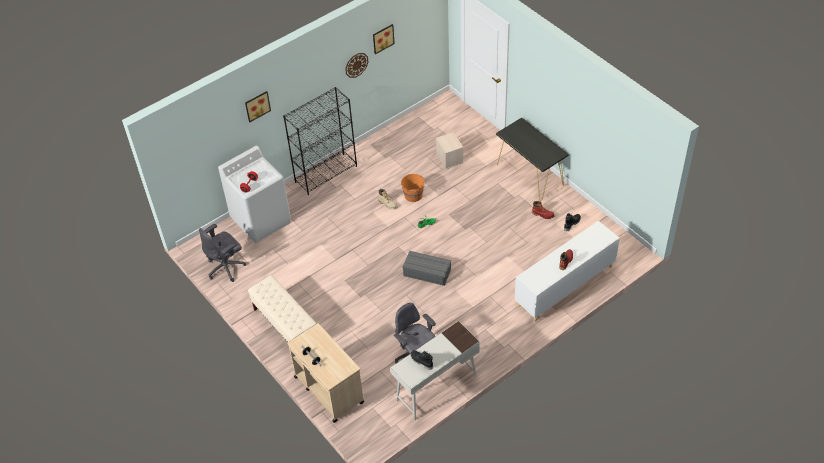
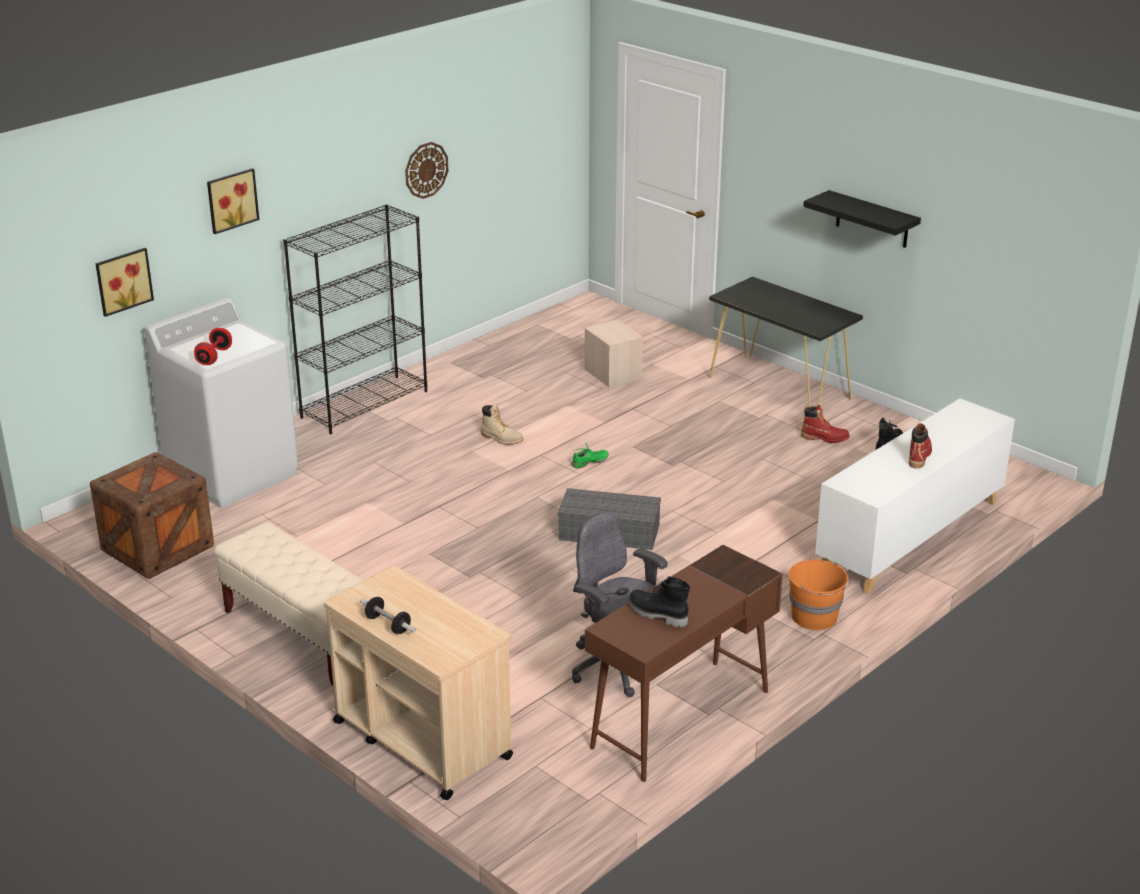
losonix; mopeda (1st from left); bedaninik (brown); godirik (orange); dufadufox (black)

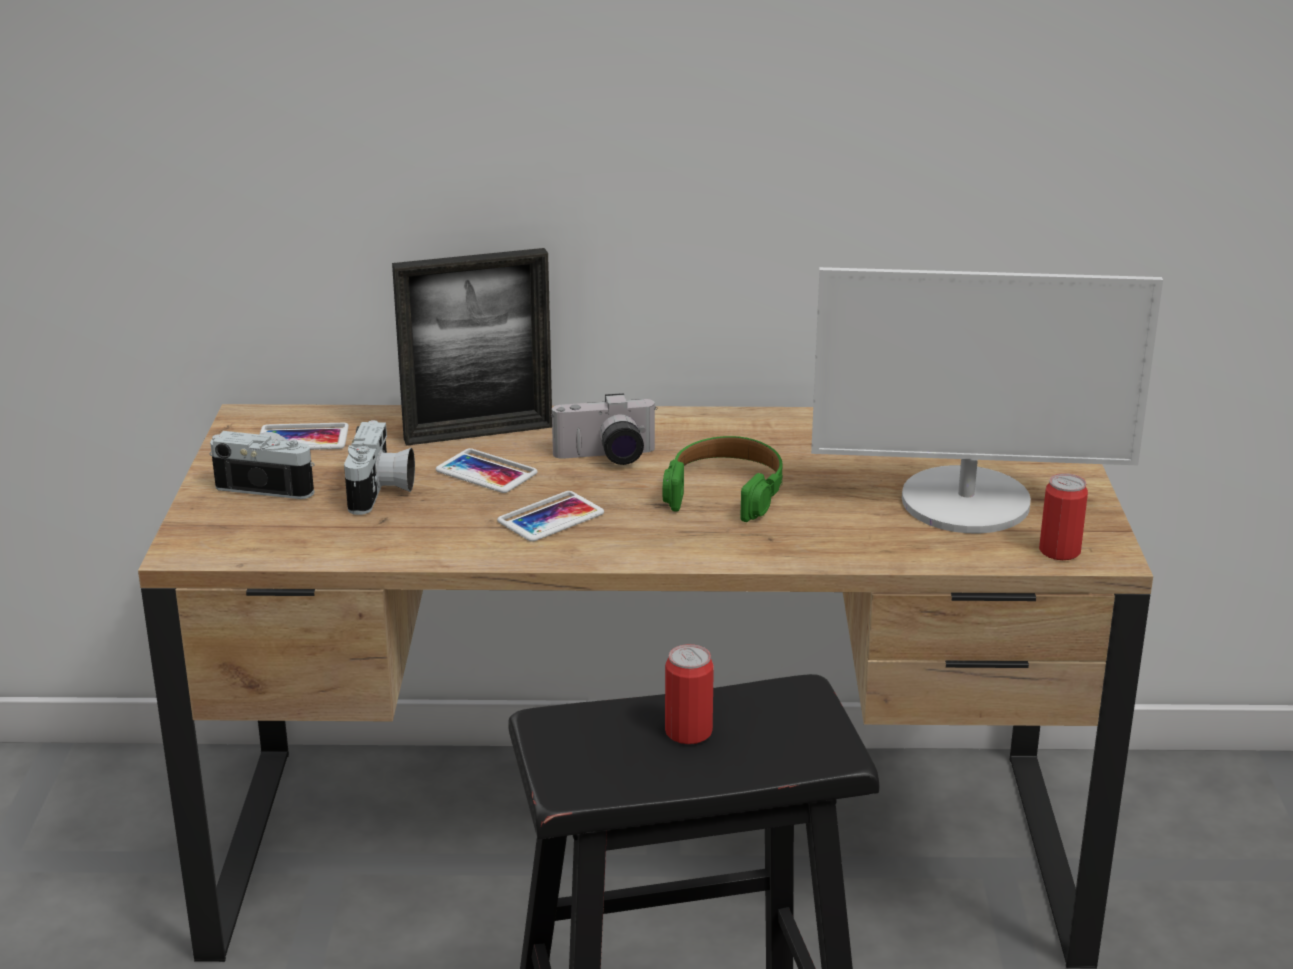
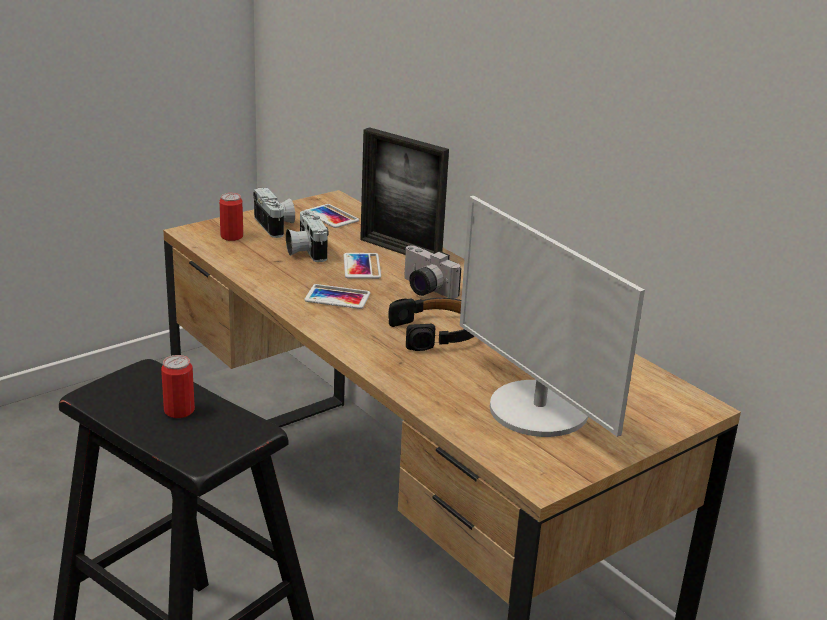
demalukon (2nd from left); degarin (2nd from left); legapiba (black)

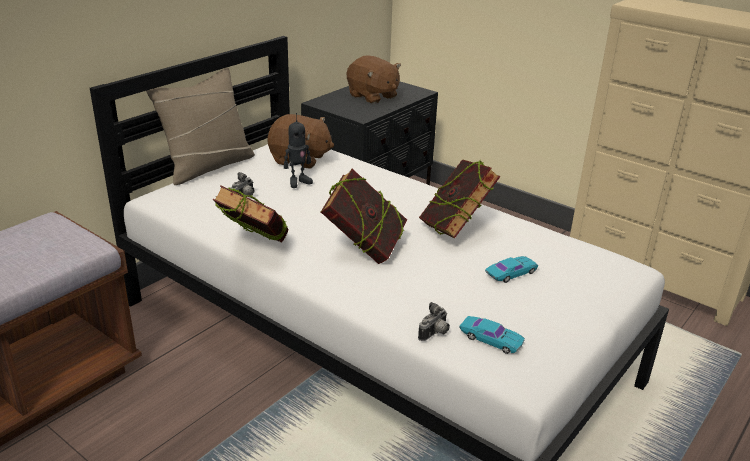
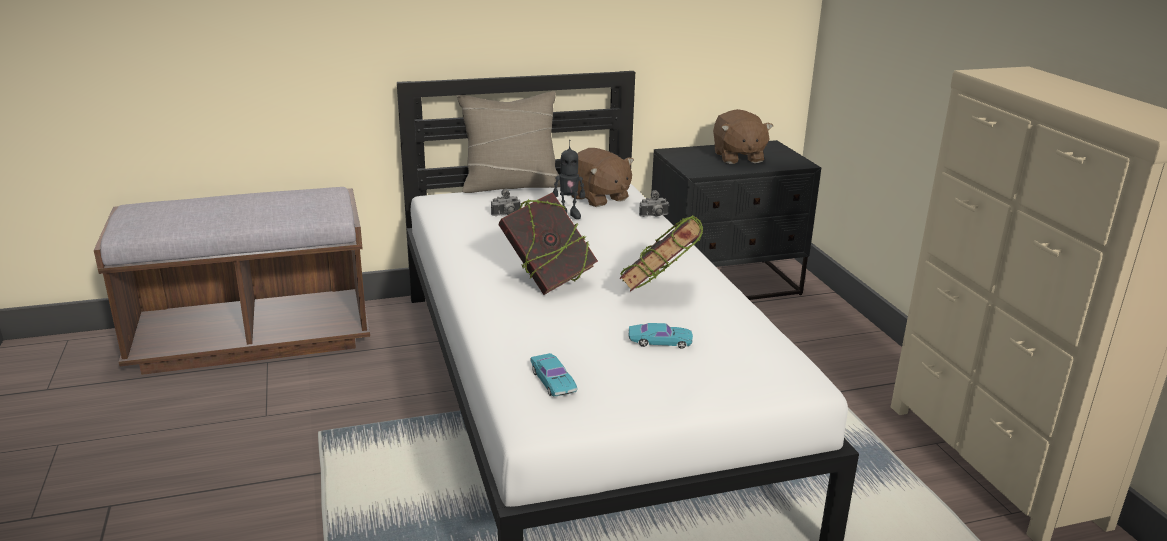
degarin (2nd from left); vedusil (1st from left in the first image)

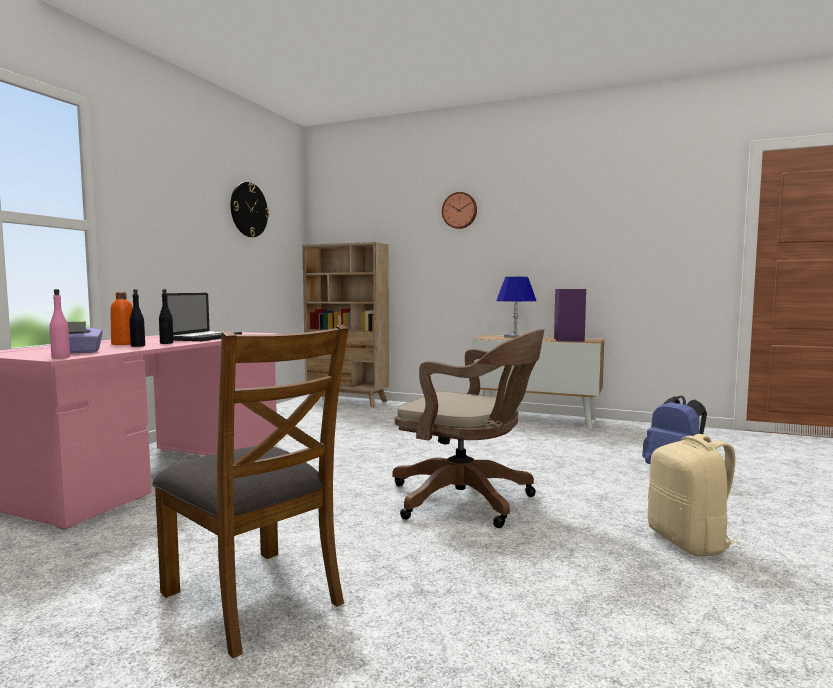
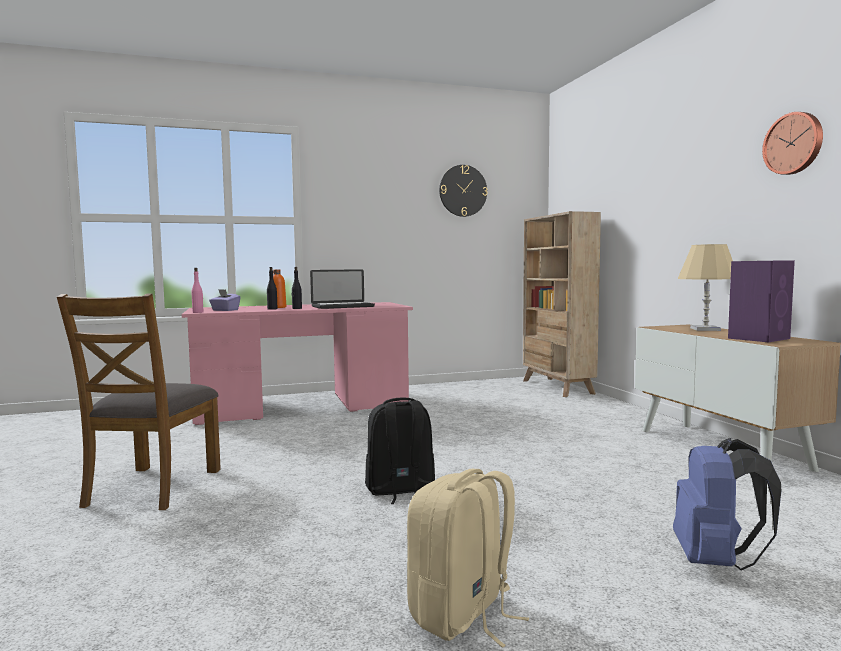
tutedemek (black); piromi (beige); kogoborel (2nd from left)

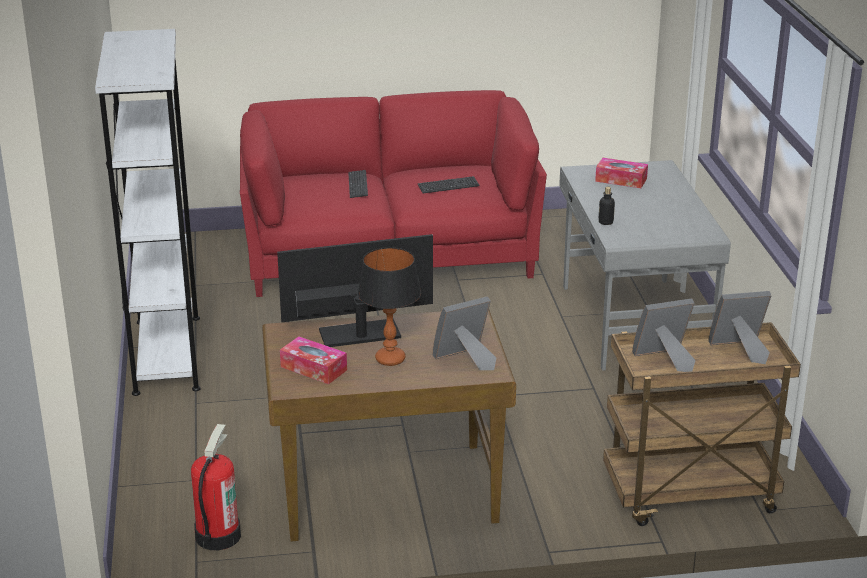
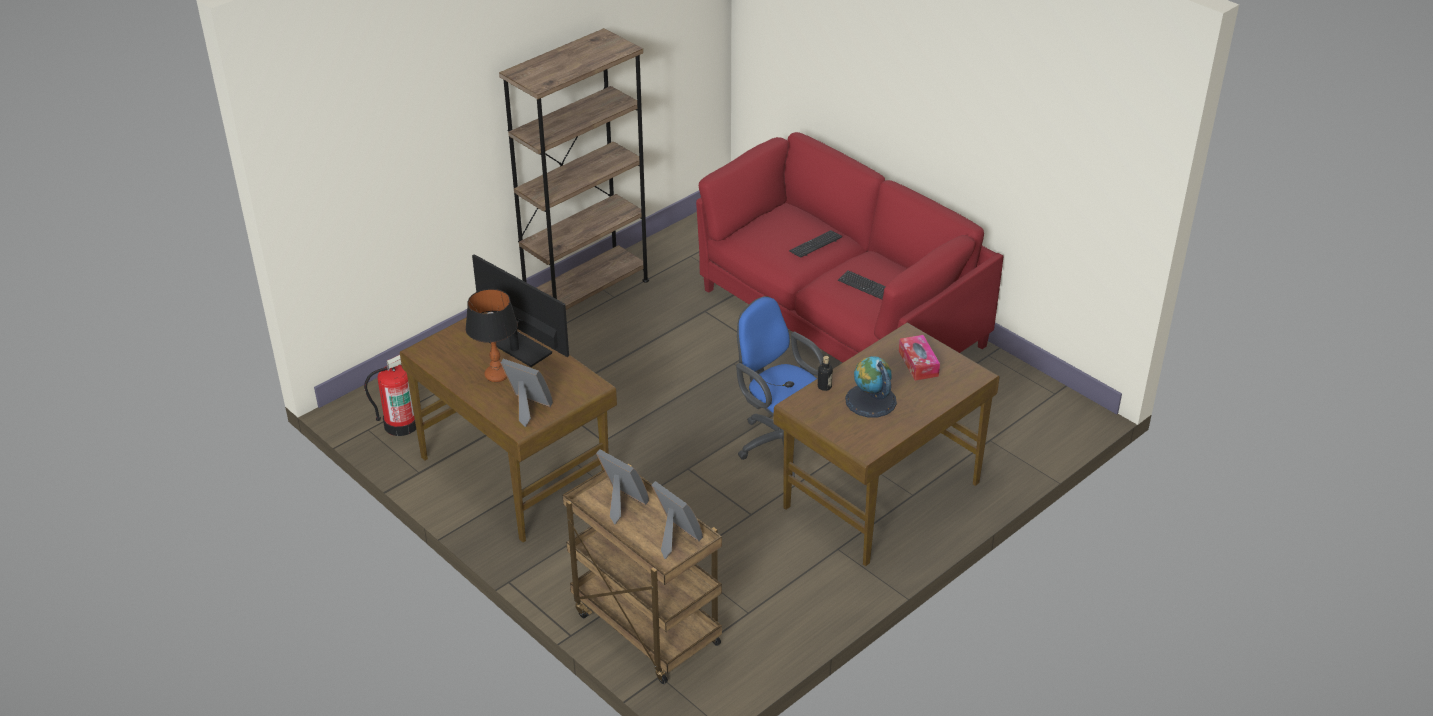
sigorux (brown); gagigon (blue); bedaninik (brown) (2nd from left); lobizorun; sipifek (1st from left in the first image)

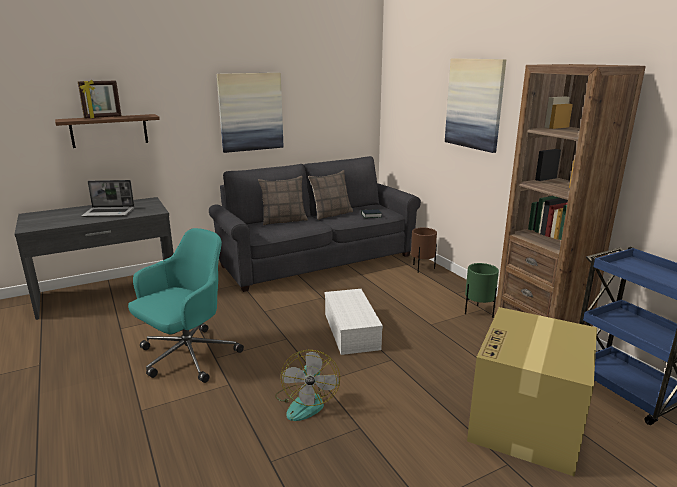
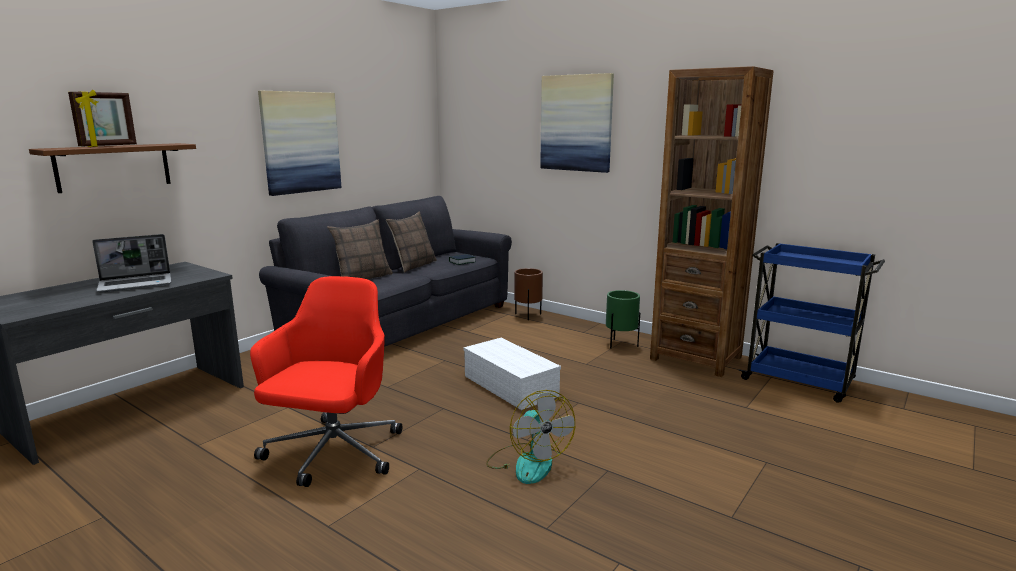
gagigon (red); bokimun

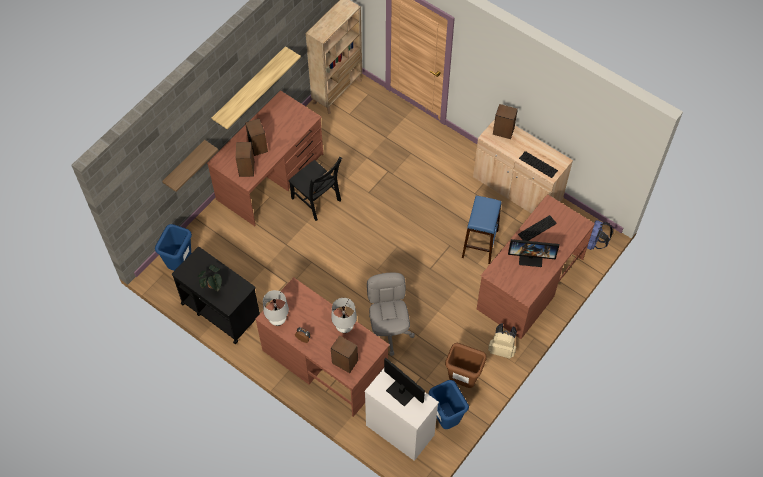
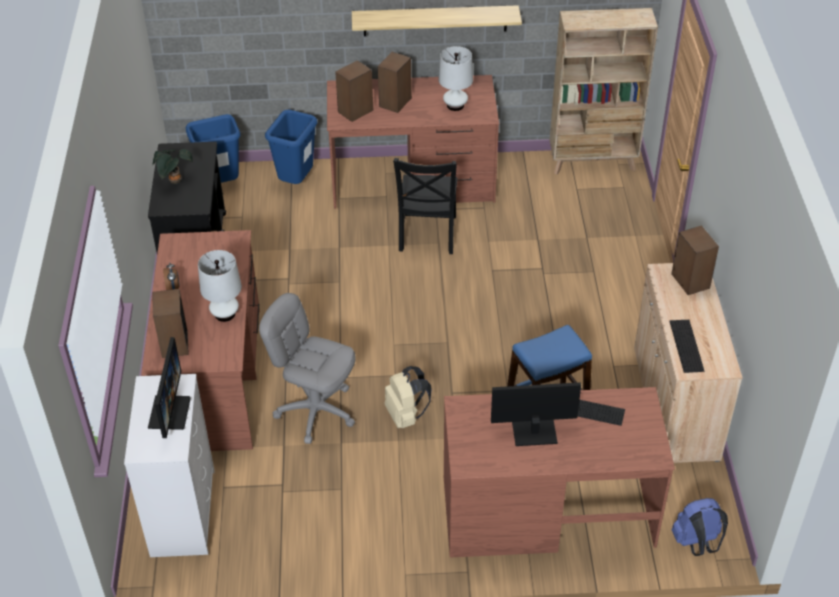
gagigon (grey); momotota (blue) (2nd from left); tutedemek (beige); piromi (white) (2nd from left); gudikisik (2nd from left); dufadufox (1st from left in the first image); momotota (brown)

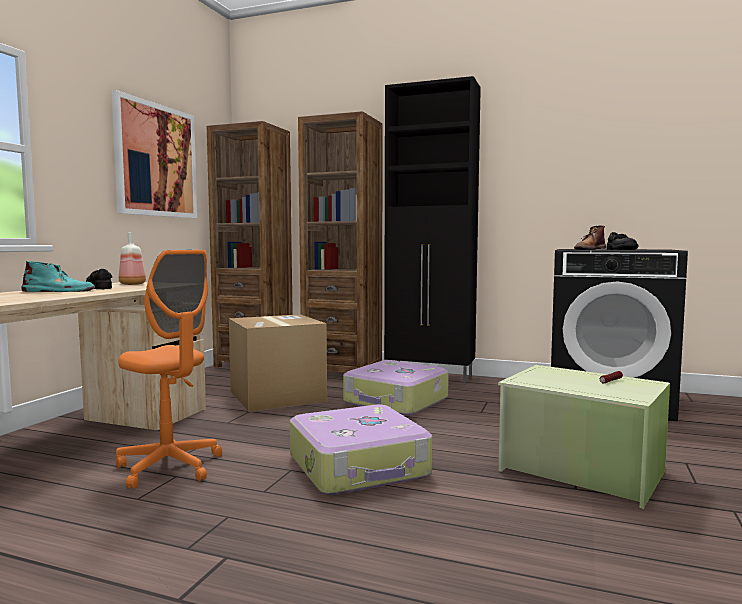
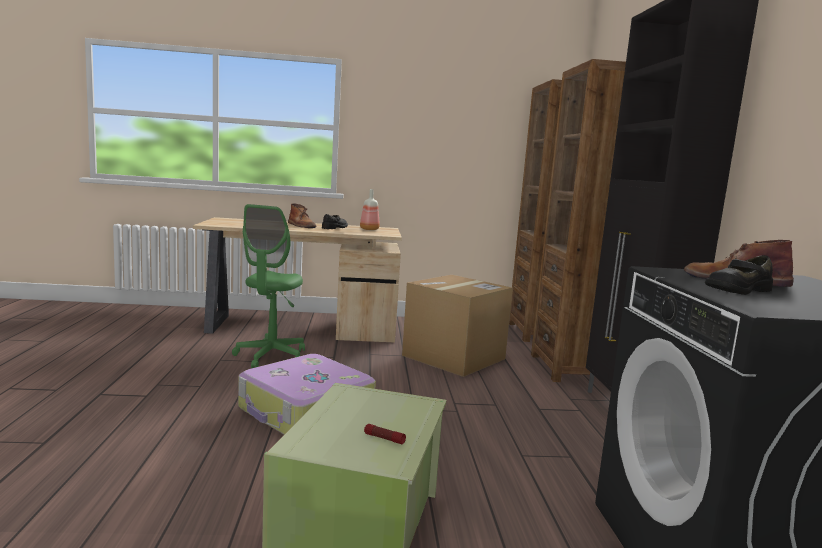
gagigon (green); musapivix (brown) (1st from left); mopeda; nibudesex (2nd from left in the first image)

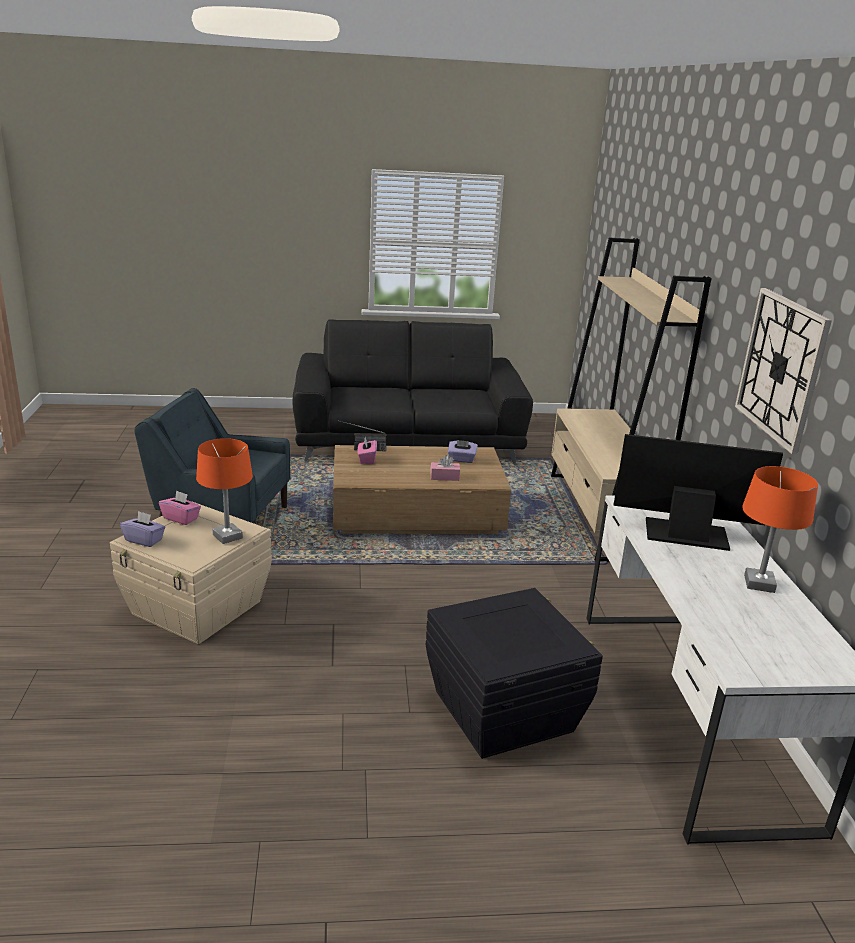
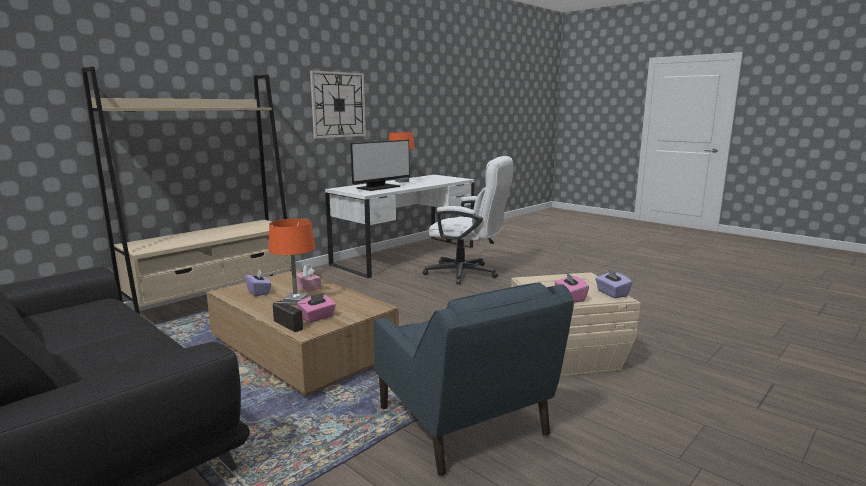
piromi (orange) (1st from left); gudikisik; gagigon (white)

